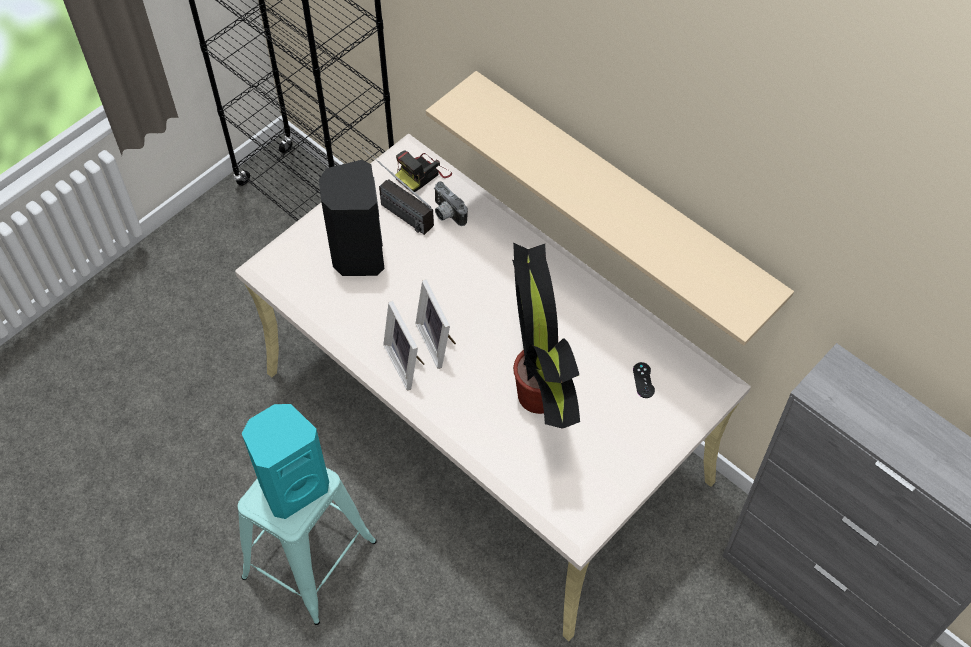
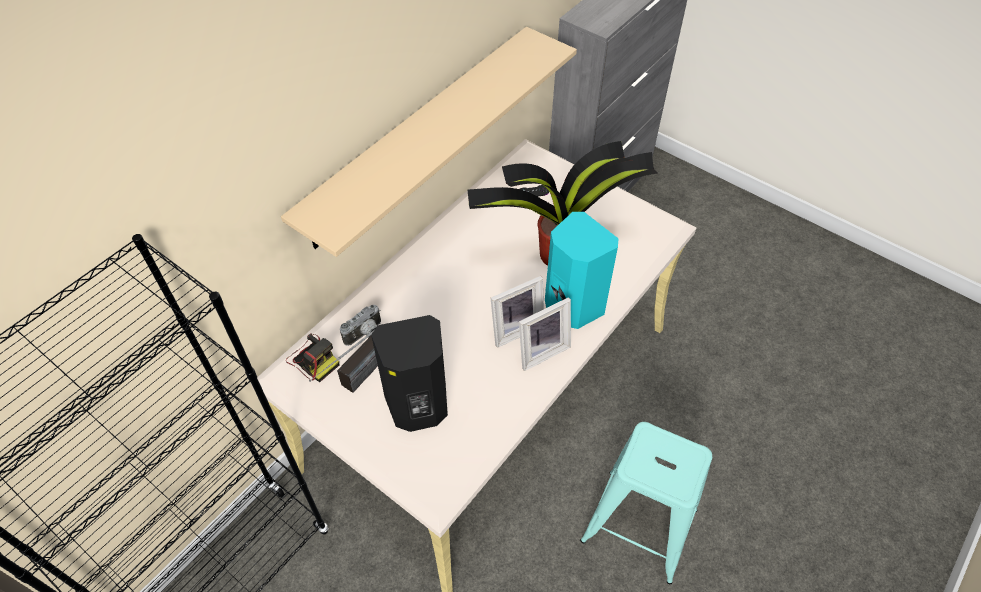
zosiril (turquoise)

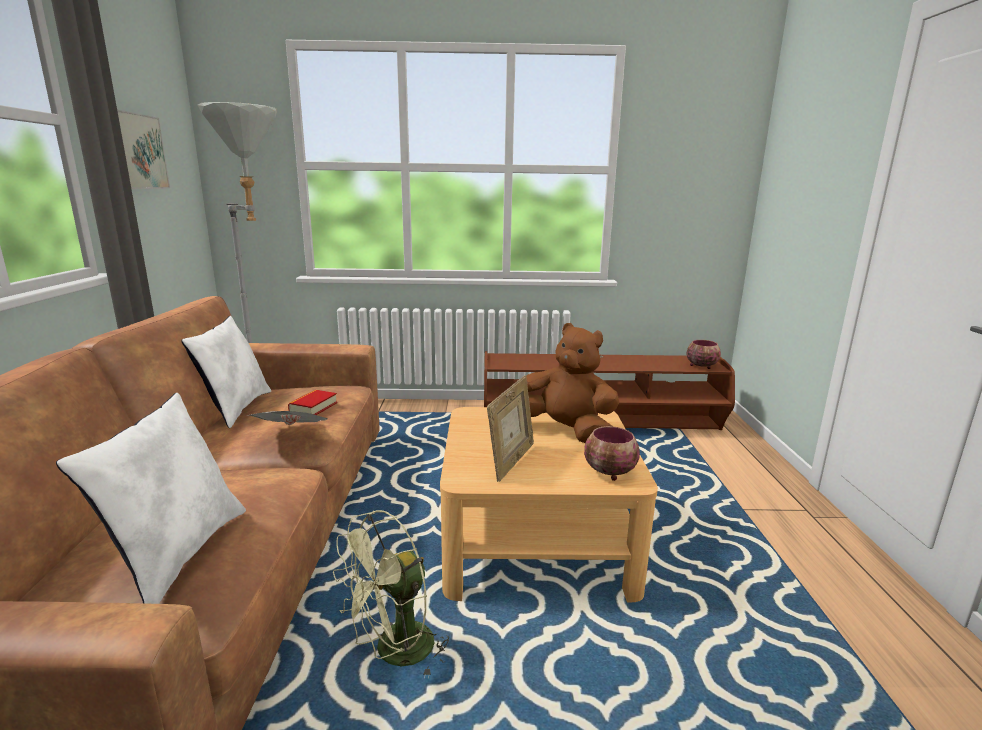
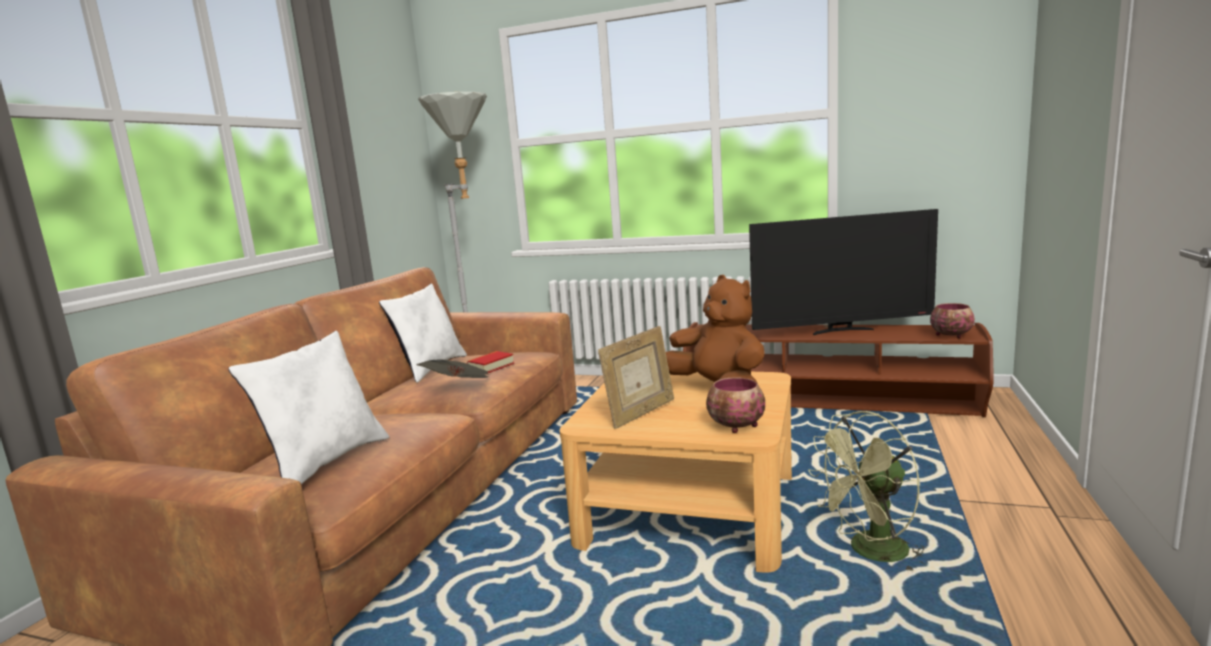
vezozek; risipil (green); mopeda

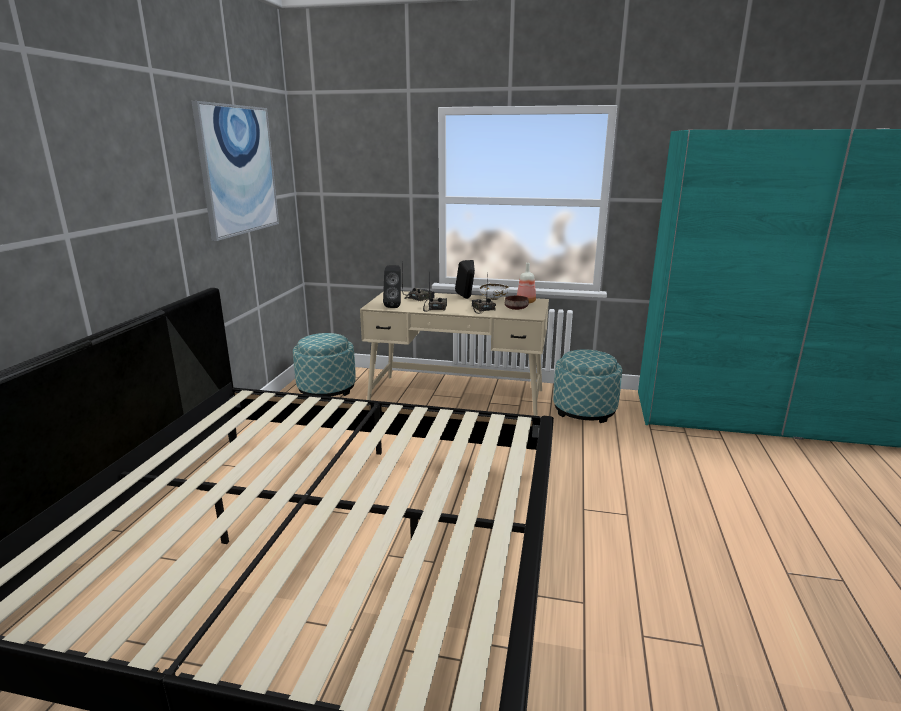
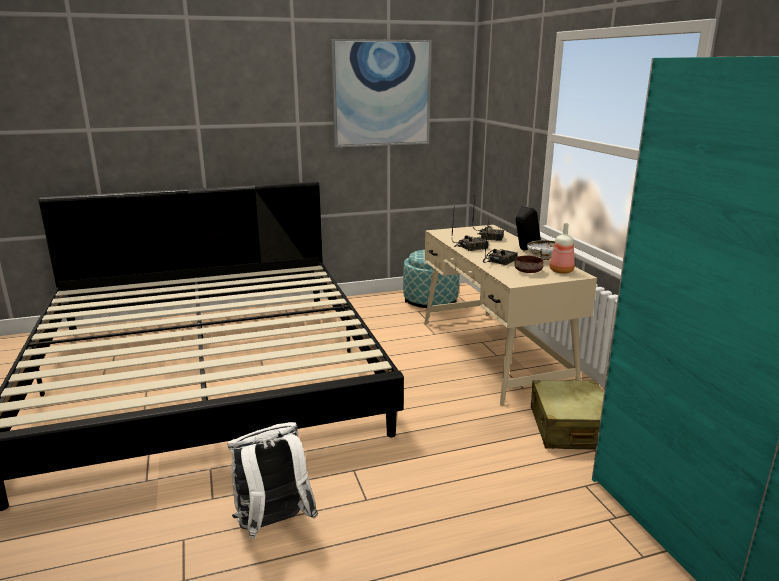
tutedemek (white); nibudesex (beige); zosiril (black) (1st from left in the first image)

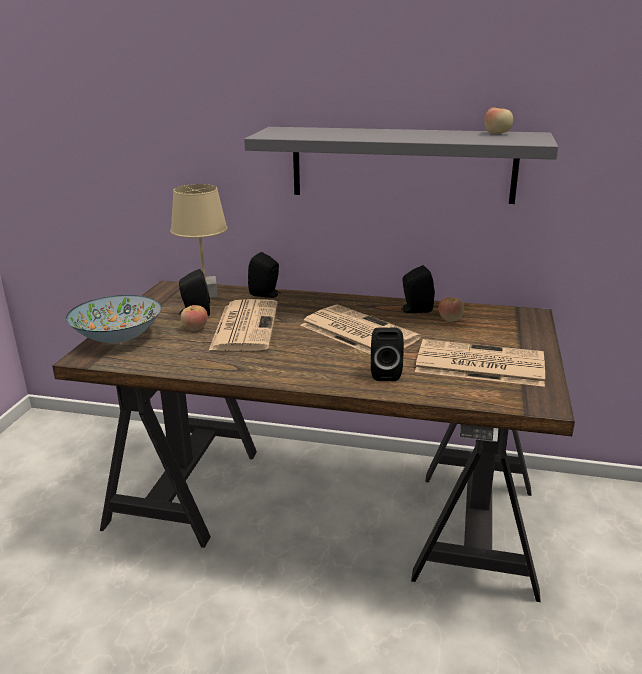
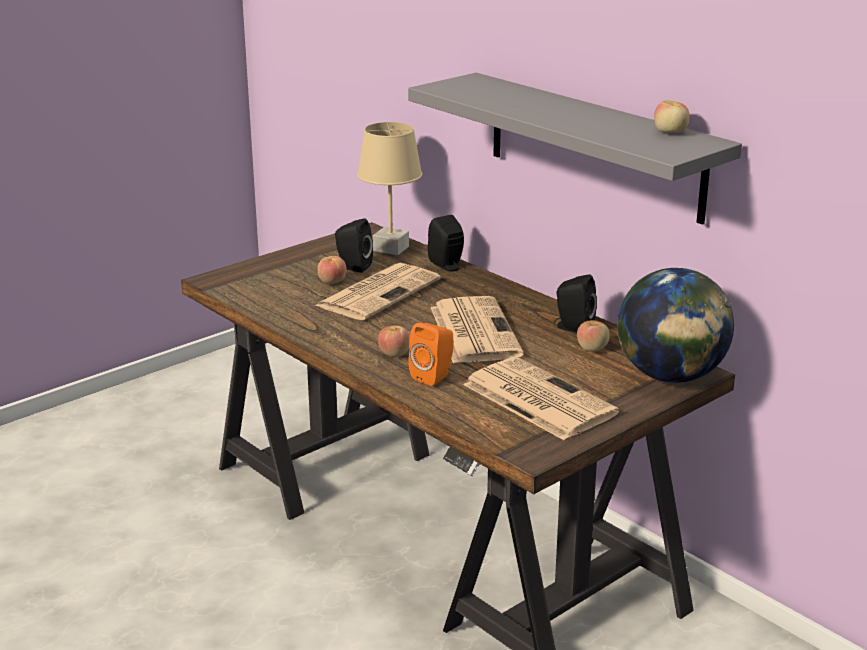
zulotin (2nd from left); zosiril (orange); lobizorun; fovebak

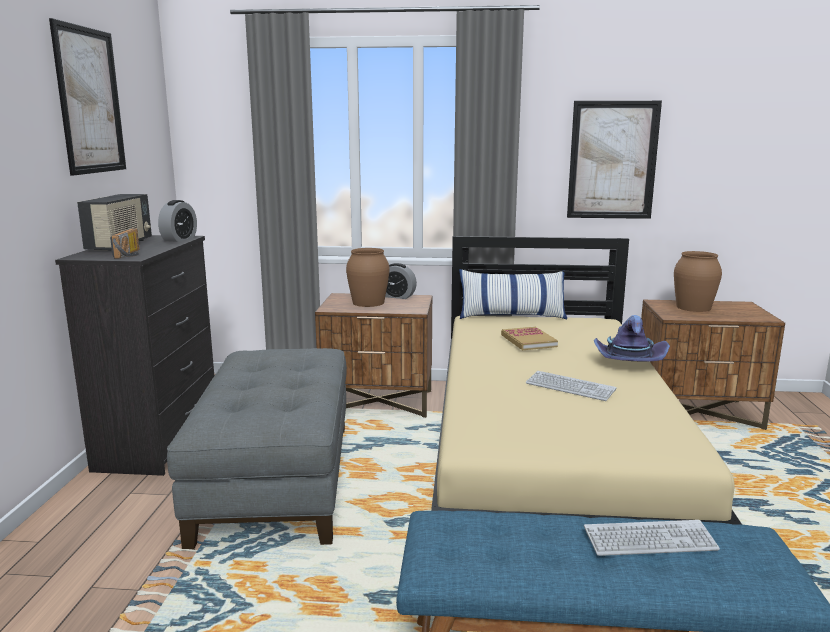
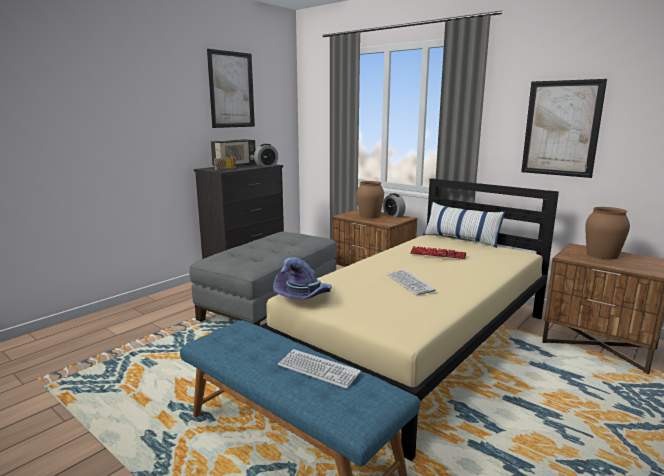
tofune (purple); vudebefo (3rd from left)

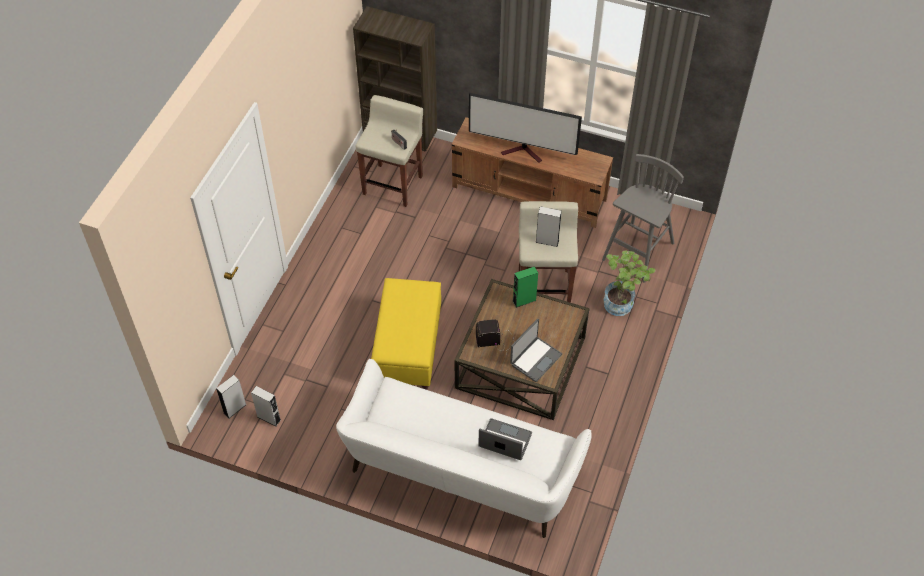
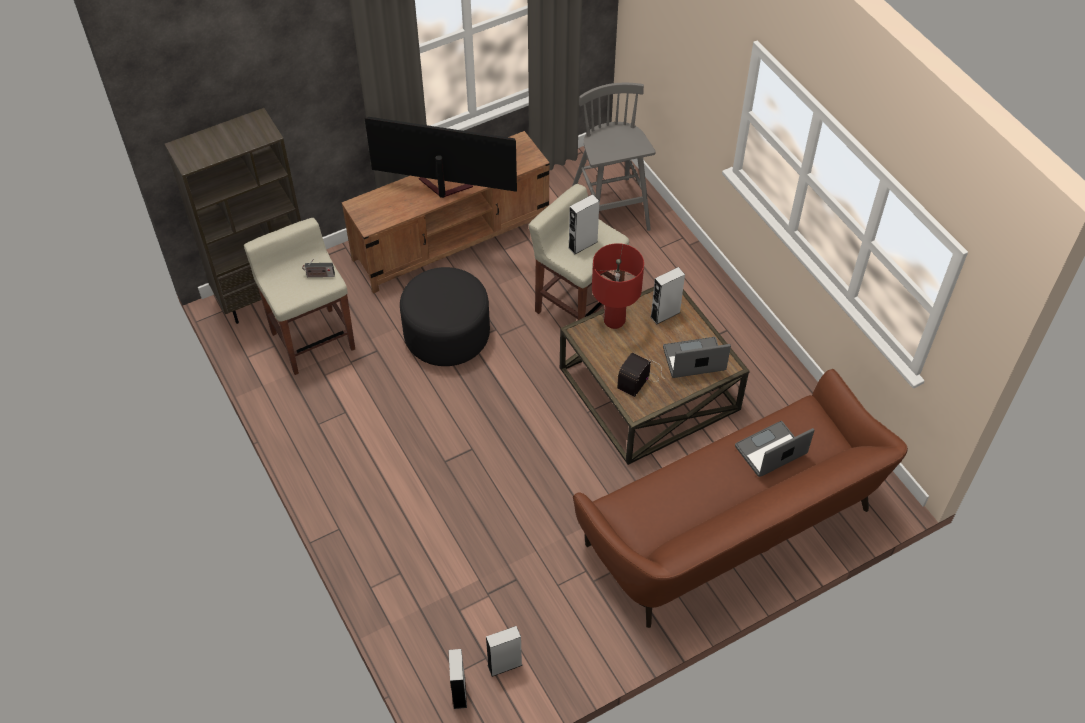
vezozek; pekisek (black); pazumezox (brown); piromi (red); zosiril (grey) (4th from left); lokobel (1st from left); pekisek (yellow); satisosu

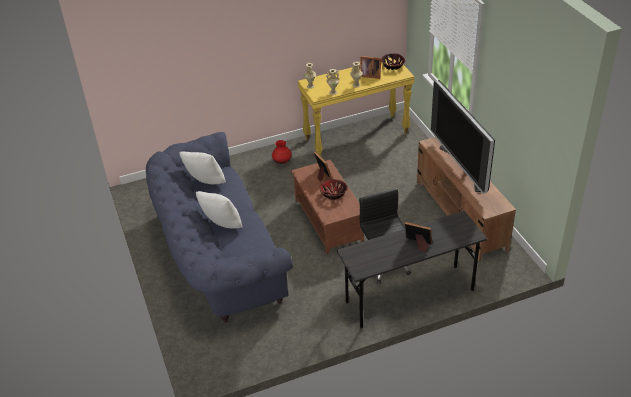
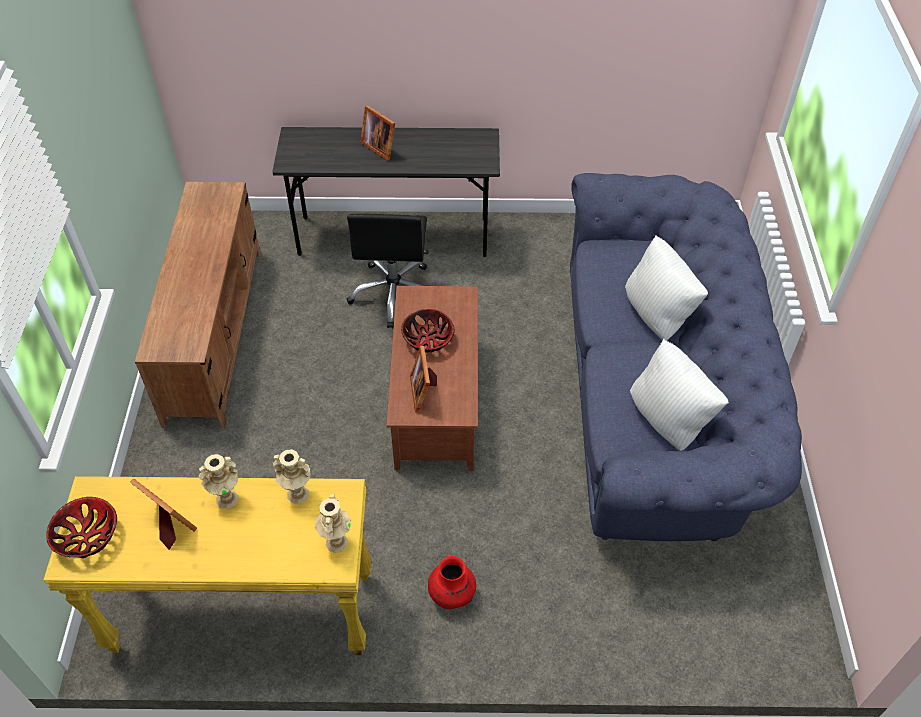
vezozek

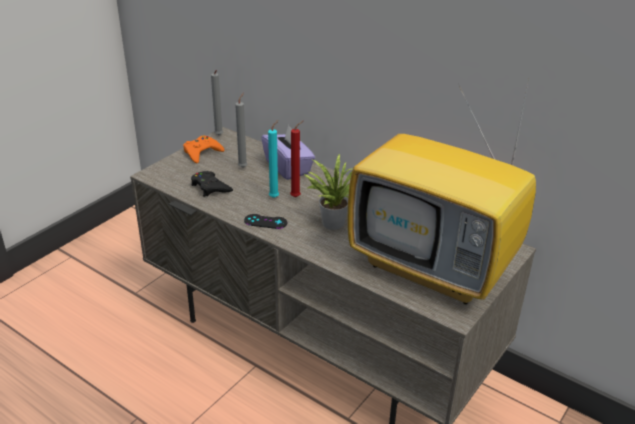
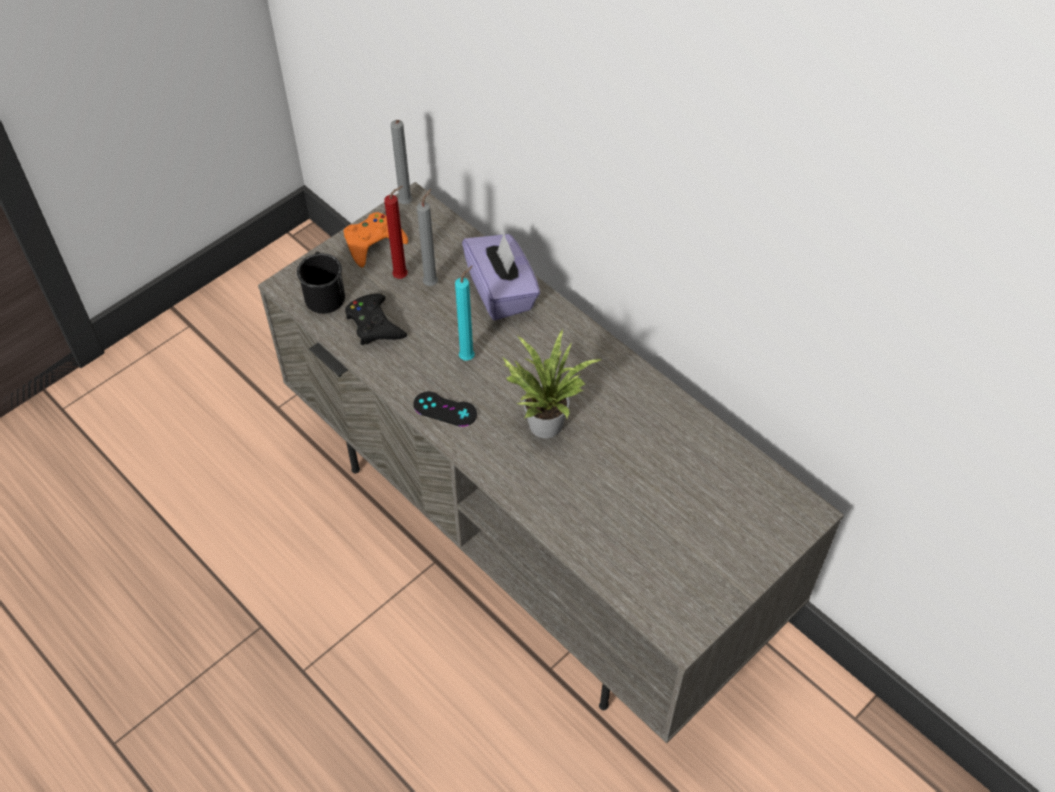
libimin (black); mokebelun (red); vezozek

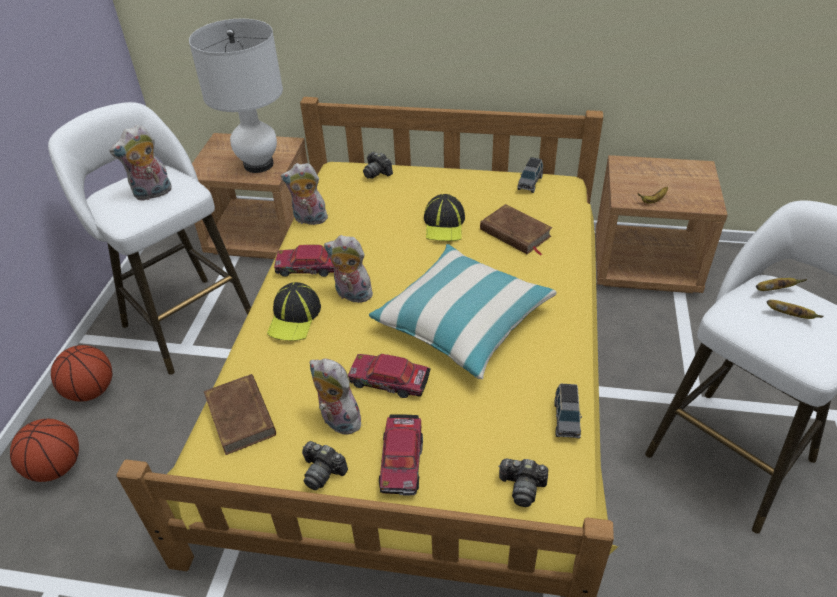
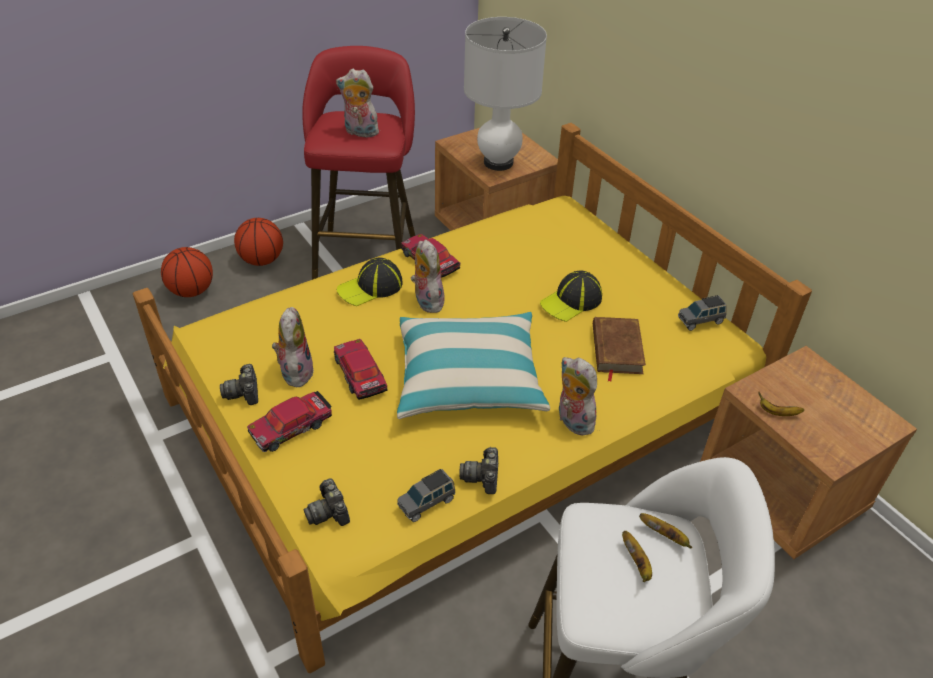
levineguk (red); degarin (3rd from left); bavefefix (4th from left); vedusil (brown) (1st from left in the first image)

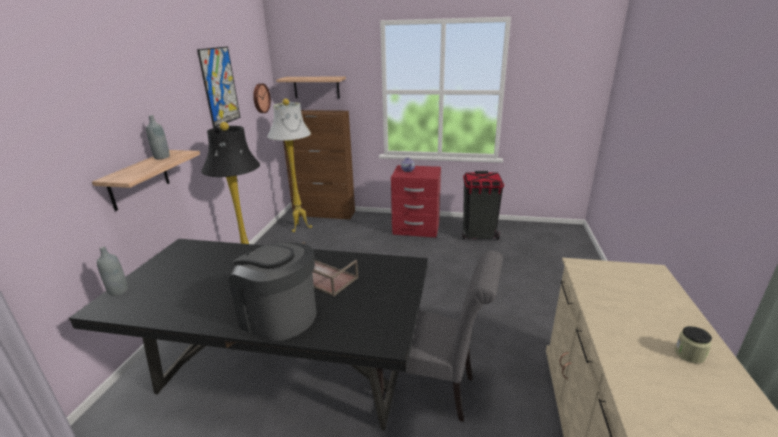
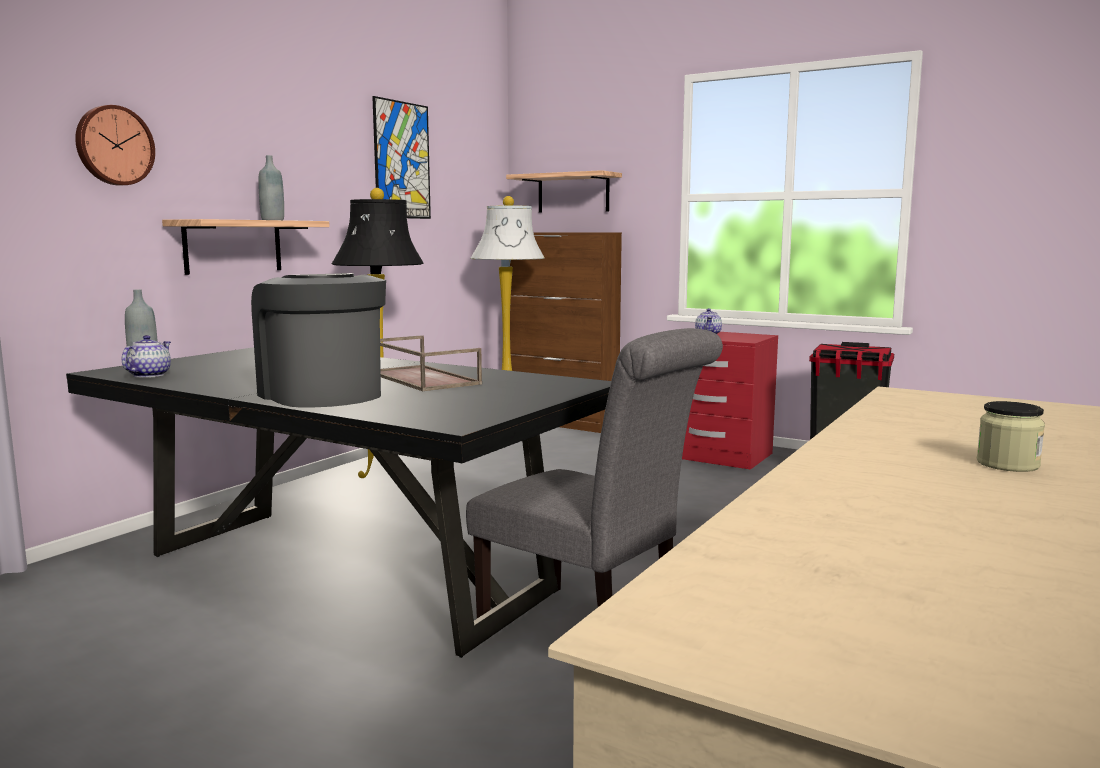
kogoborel; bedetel (1st from left)

